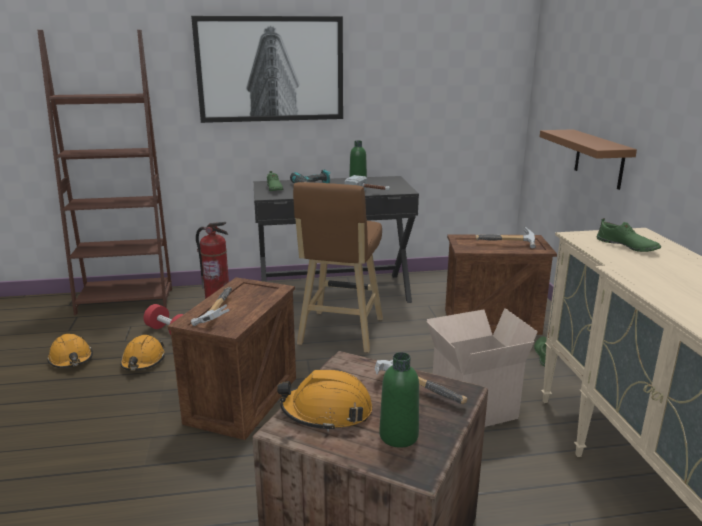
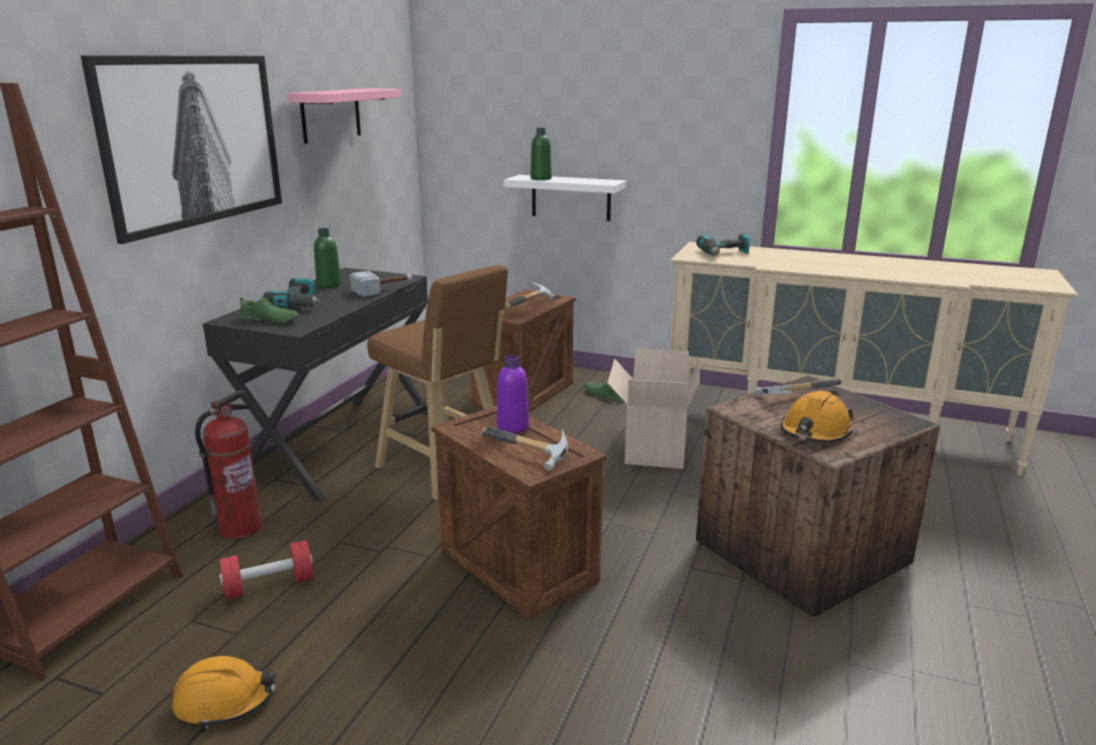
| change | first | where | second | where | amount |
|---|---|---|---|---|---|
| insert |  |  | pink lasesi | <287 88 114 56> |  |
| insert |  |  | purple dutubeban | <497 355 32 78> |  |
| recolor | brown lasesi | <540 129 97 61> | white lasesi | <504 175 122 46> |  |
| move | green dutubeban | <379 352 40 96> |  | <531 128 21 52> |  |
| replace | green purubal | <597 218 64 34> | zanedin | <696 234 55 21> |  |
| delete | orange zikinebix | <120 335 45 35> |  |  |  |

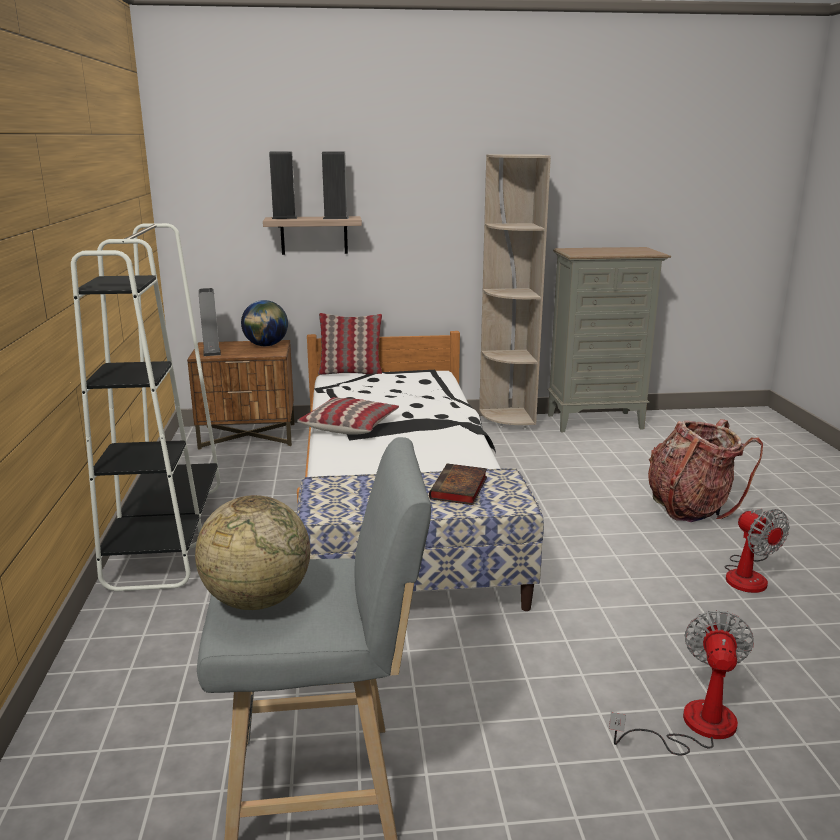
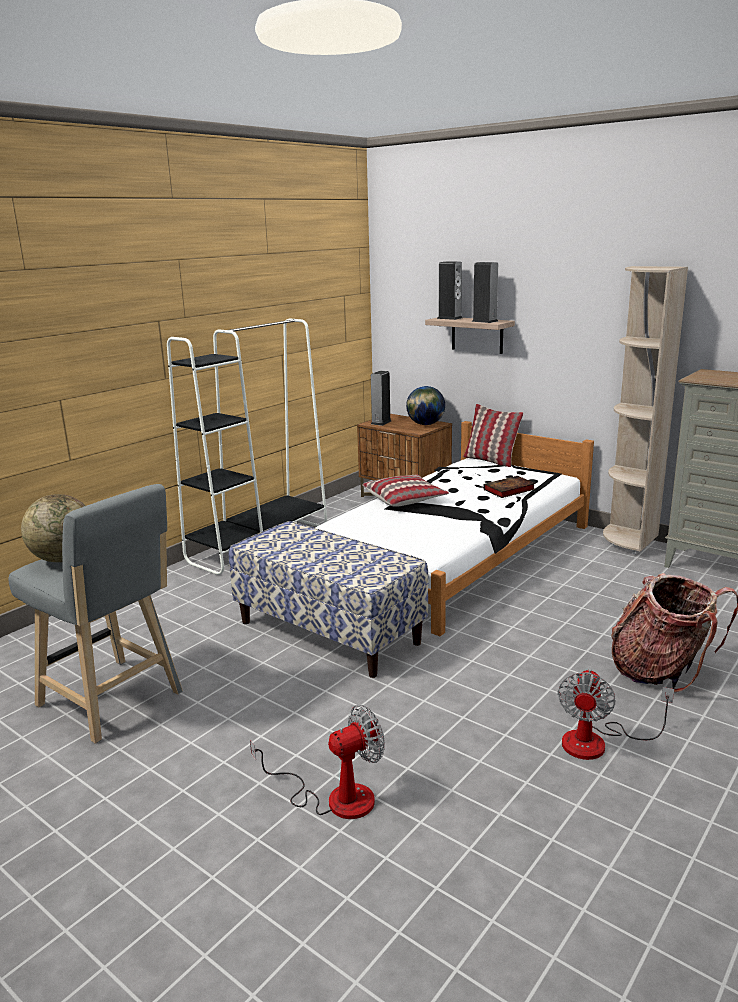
| change | first | where | second | where | amount |
|---|---|---|---|---|---|
| move | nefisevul | <429 463 58 42> |  | <483 476 53 22> |  |

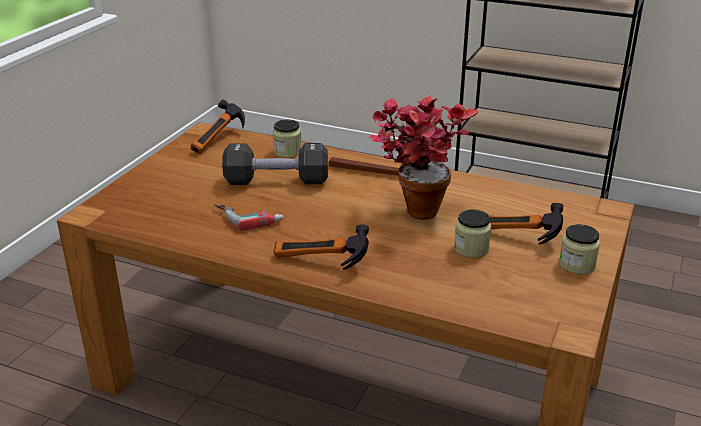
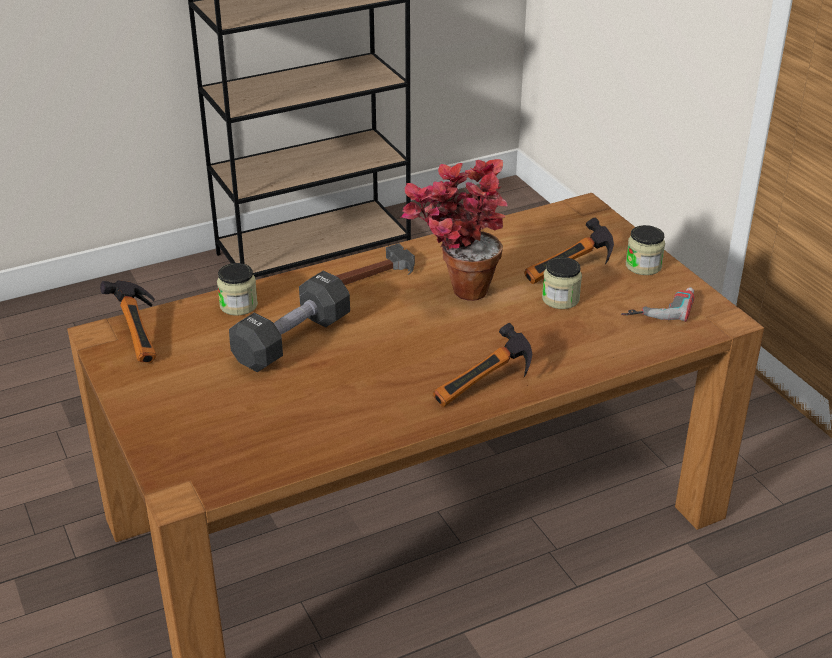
| change | first | where | second | where | amount |
|---|---|---|---|---|---|
| move | zanedin | <214 204 70 27> |  | <621 287 73 35> |  |

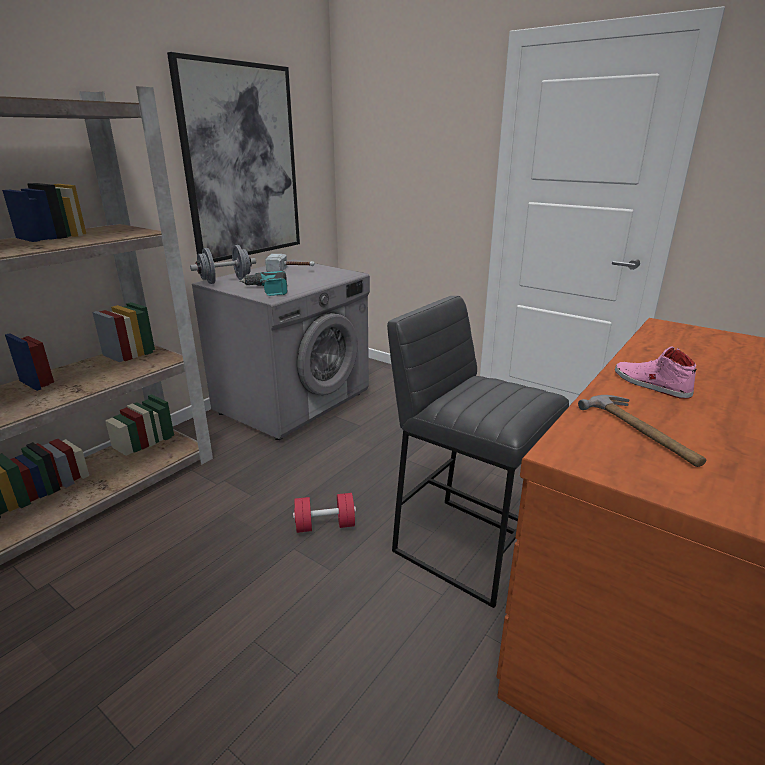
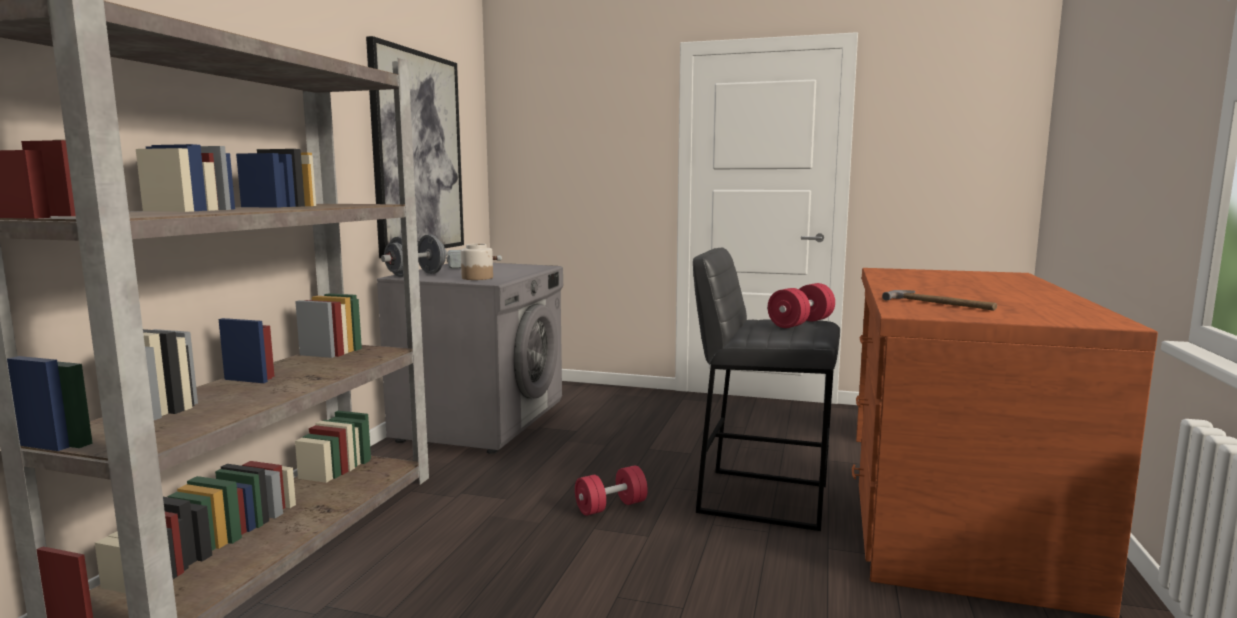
| change | first | where | second | where | amount |
|---|---|---|---|---|---|
| replace | zanedin | <239 271 48 25> | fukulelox | <461 244 32 36> |  |
| insert |  |  | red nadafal | <767 283 68 45> |  |
| delete | pink purubal | <615 346 82 53> |  |  |  |

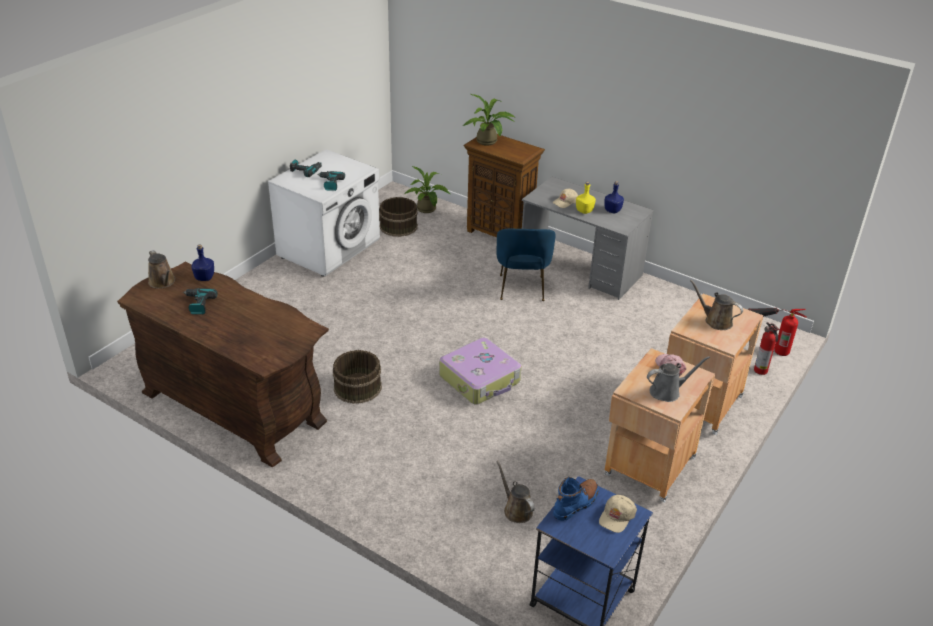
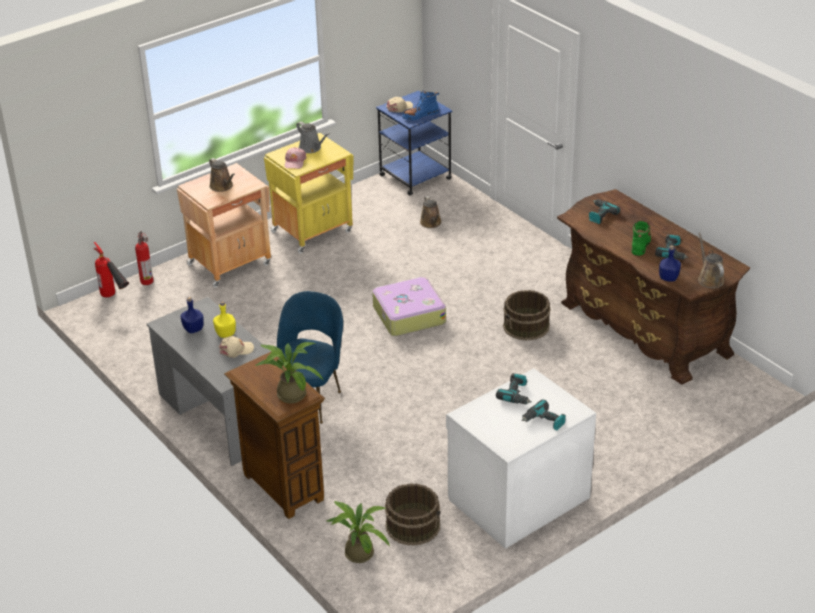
| change | first | where | second | where | amount |
|---|---|---|---|---|---|
| recolor | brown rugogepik | <604 348 111 155> | yellow rugogepik | <264 133 90 120> |  |
| rotate | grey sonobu | <647 356 63 46> |  | <296 122 33 31> | 135 degrees counterclockwise |
| insert |  |  | zanedin | <589 199 31 25> |  |
| insert |  |  | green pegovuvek | <632 221 19 35> |  |

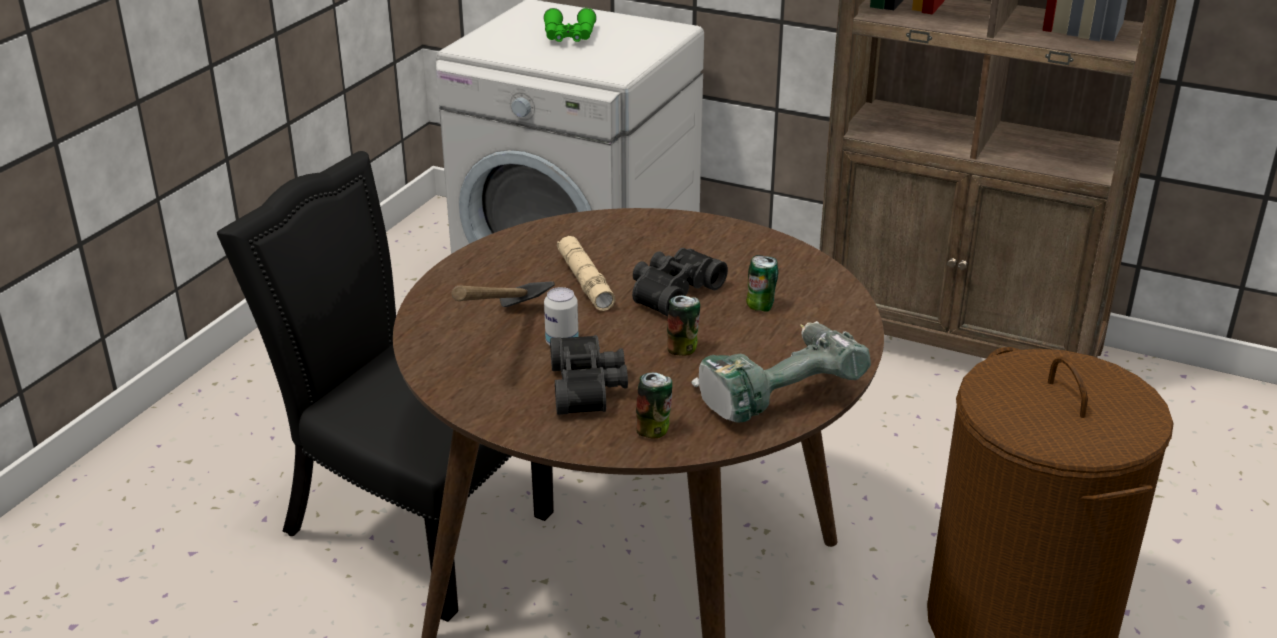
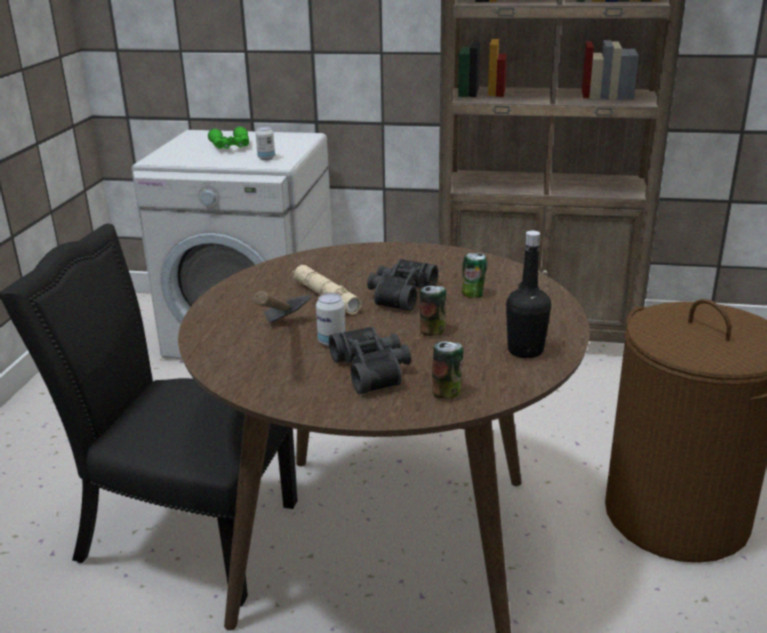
| change | first | where | second | where | amount |
|---|---|---|---|---|---|
| insert |  |  | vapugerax | <256 127 19 33> |  |
| replace | zanedin | <691 321 180 102> | black dutubeban | <506 231 45 127> |  |

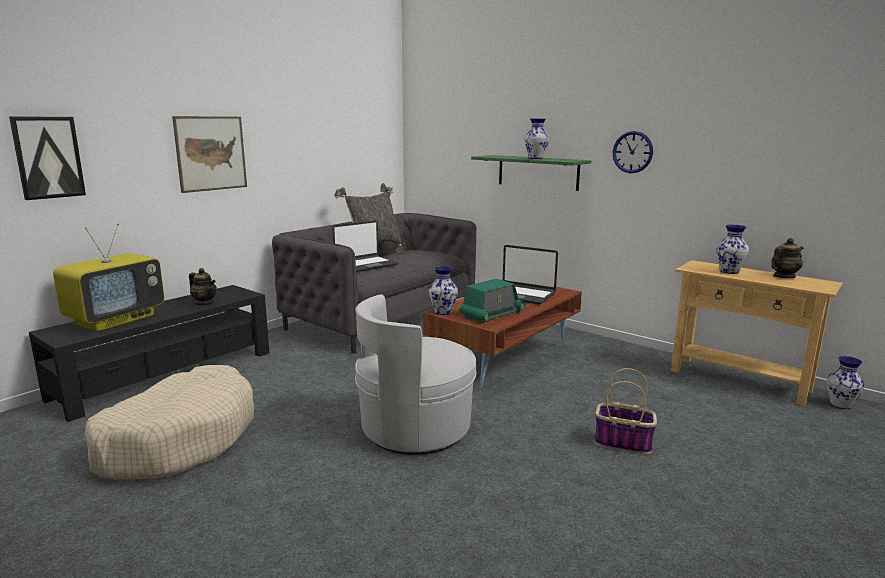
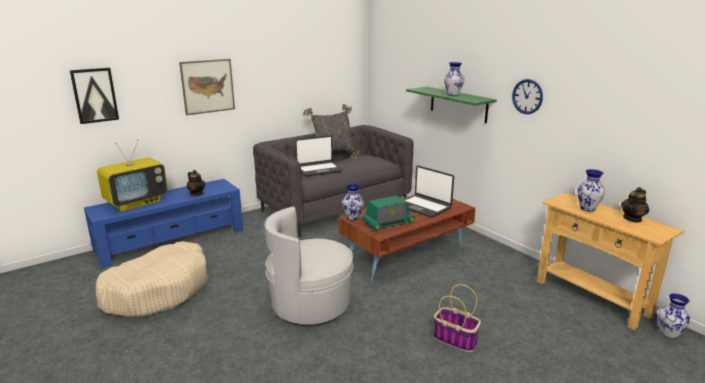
| change | first | where | second | where | amount |
|---|---|---|---|---|---|
| recolor | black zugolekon | <29 285 240 137> | blue zugolekon | <84 179 159 89> |  |
| rotate | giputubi | <771 238 33 40> |  | <621 187 28 36> | 150 degrees clockwise |

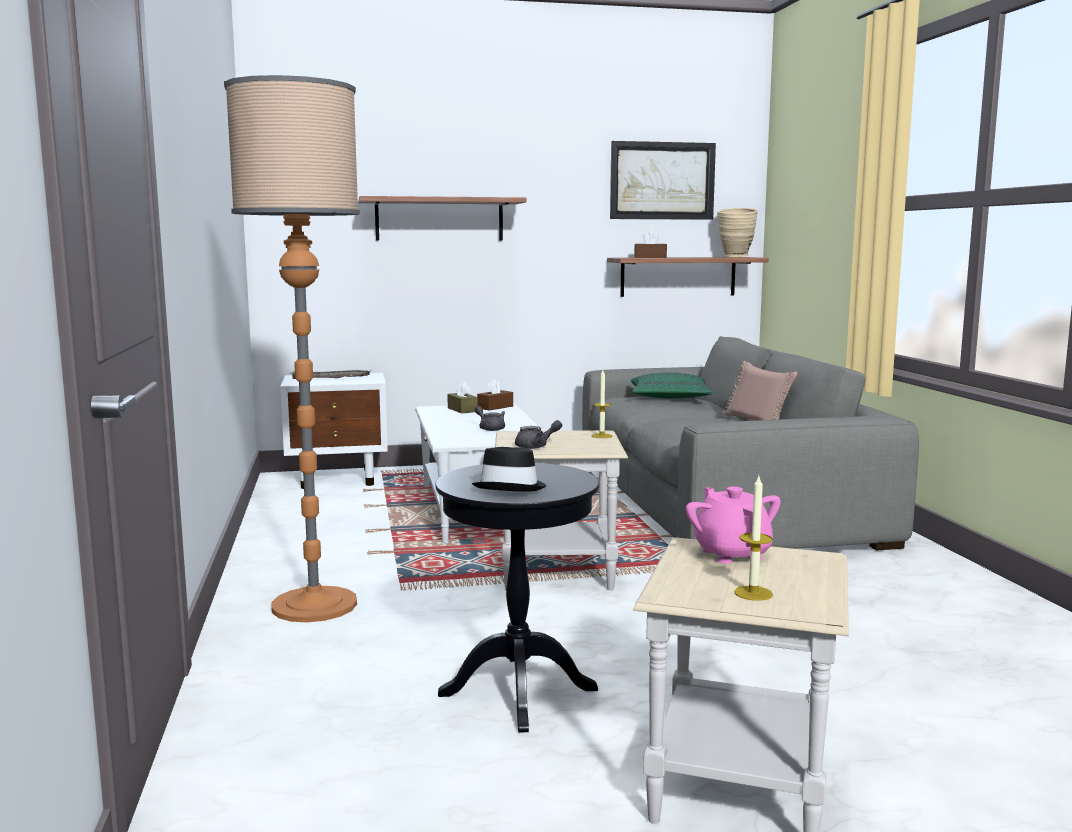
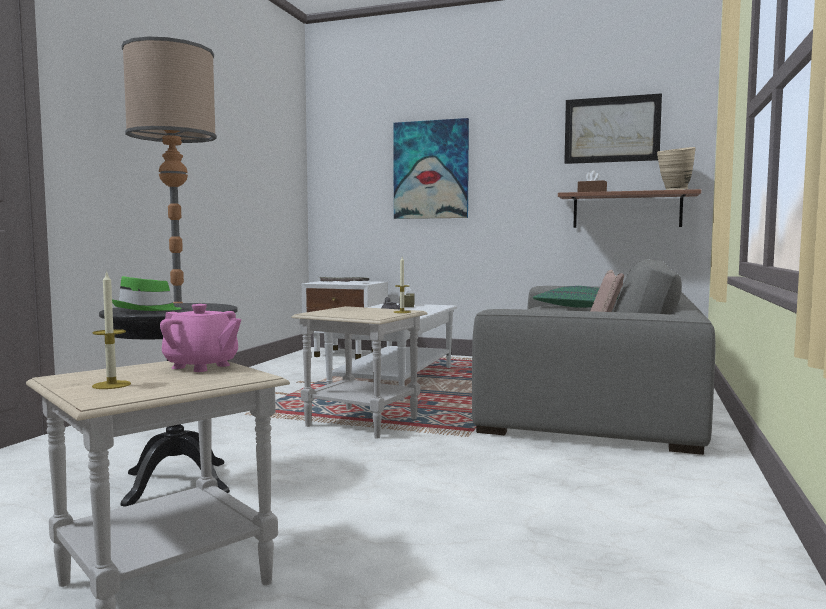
| change | first | where | second | where | amount |
|---|---|---|---|---|---|
| recolor | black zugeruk | <472 447 75 45> | green zugeruk | <112 276 70 35> |  |
| rotate | pink giputubi | <686 486 95 78> |  | <160 304 81 68> | 105 degrees clockwise |
| replace | lasesi | <359 196 167 45> | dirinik | <393 118 76 101> |  |
| delete | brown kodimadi | <477 379 36 32> |  |  |  |
| delete | grey giputubi | <515 420 47 29> |  |  |  |

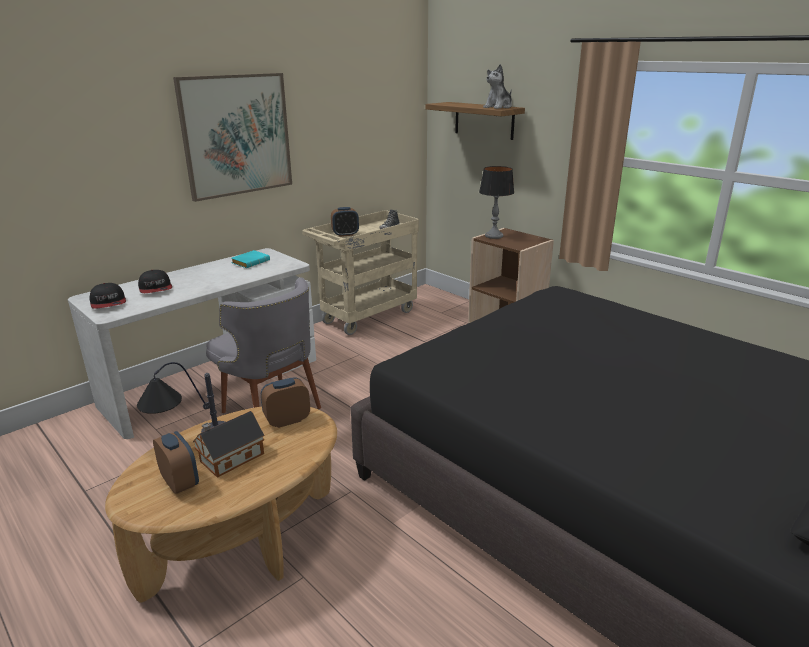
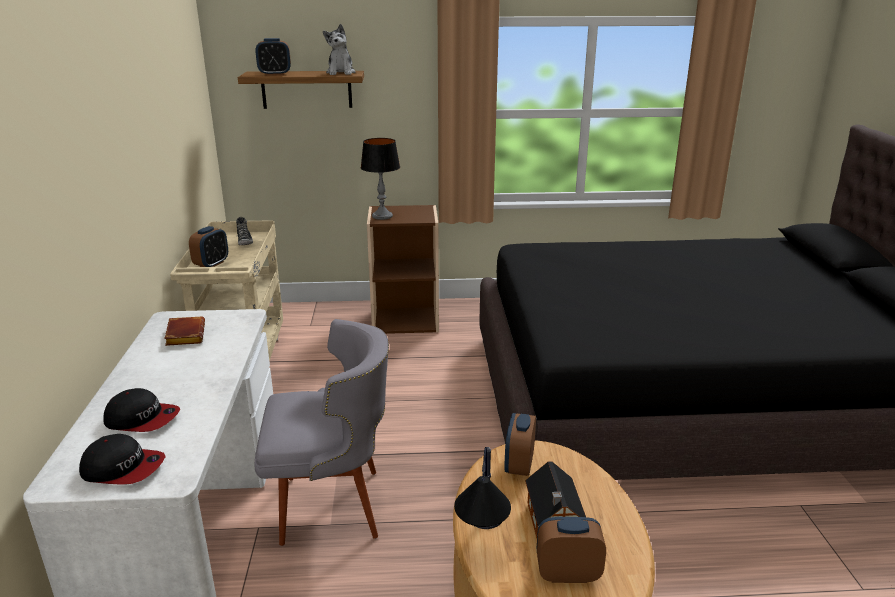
| change | first | where | second | where | amount |
|---|---|---|---|---|---|
| recolor | turquoise nefisevul | <231 250 39 18> | brown nefisevul | <164 317 41 29> |  |
| insert |  |  | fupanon | <256 38 35 38> |  |
| delete | dirinik | <173 73 119 129> |  |  |  |

